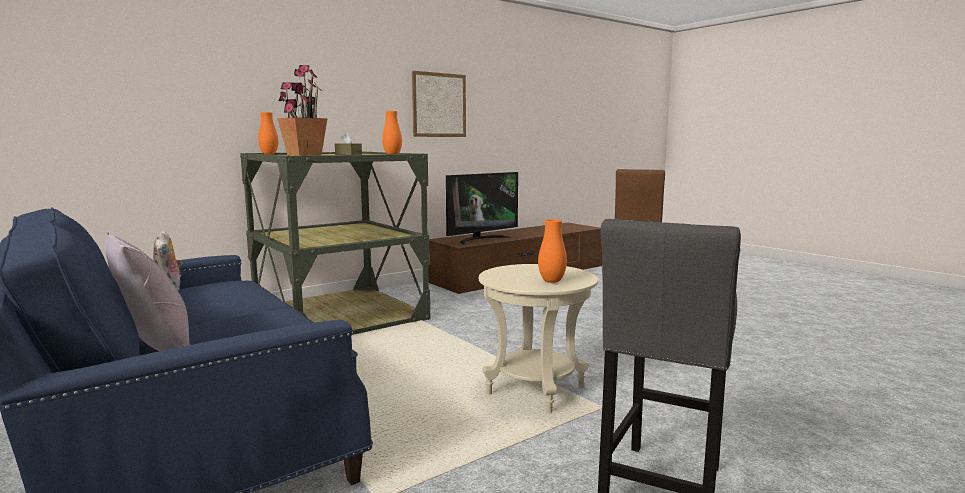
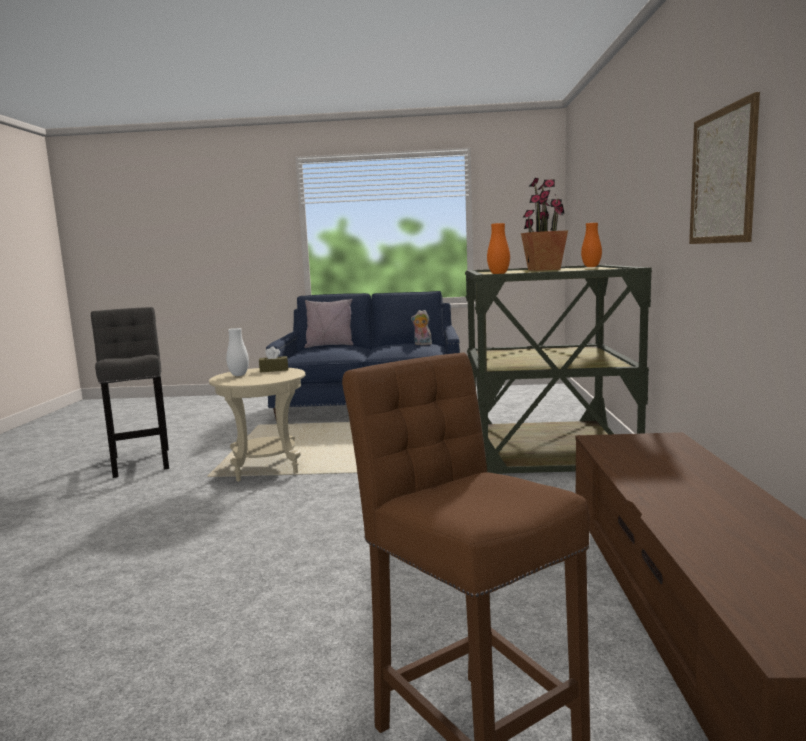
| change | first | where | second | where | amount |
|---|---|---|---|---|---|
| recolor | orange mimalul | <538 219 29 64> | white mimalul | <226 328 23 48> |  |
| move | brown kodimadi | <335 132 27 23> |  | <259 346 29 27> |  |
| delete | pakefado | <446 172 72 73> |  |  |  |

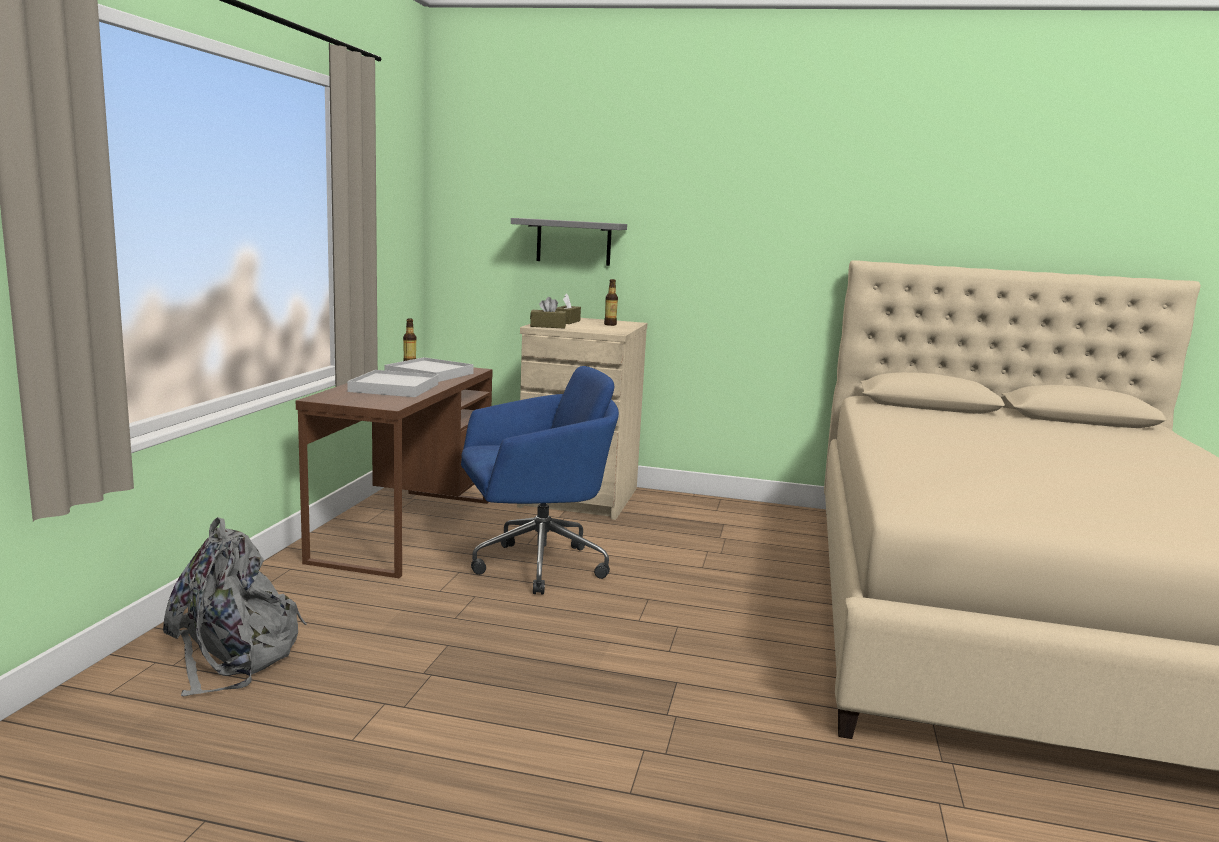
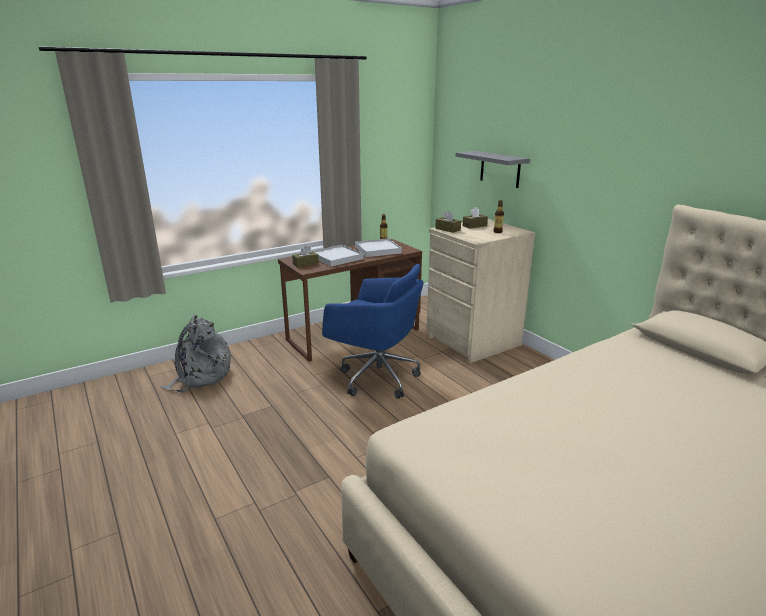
| change | first | where | second | where | amount |
|---|---|---|---|---|---|
| insert |  |  | brown kodimadi | <292 245 27 23> |  |

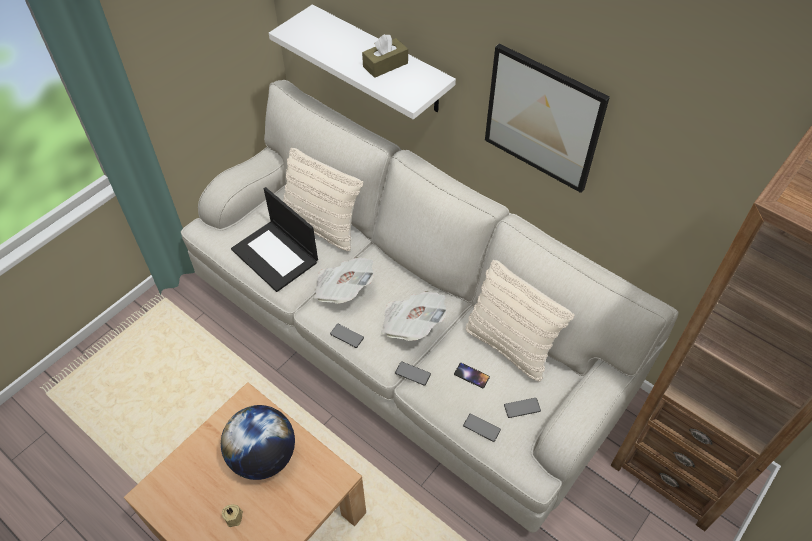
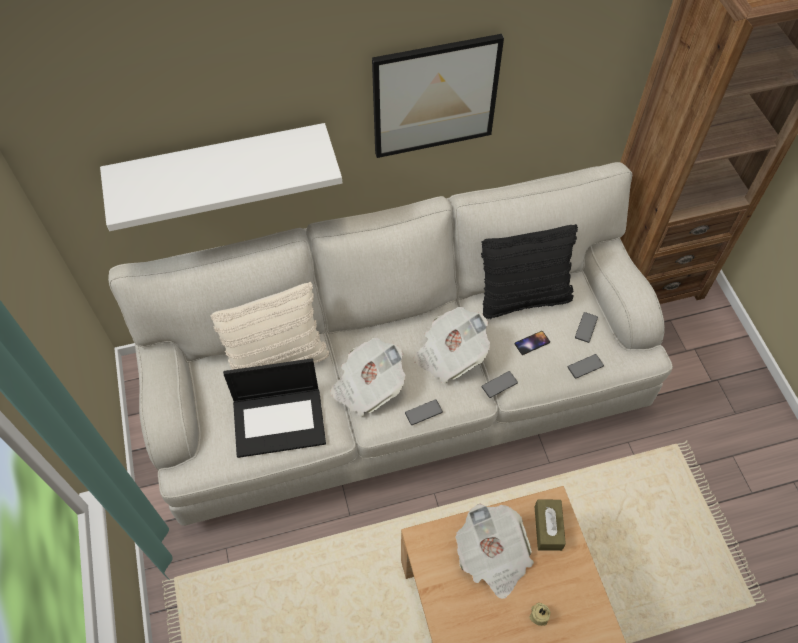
| change | first | where | second | where | amount |
|---|---|---|---|---|---|
| replace | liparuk | <221 405 74 75> | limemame | <456 504 78 95> |  |
| recolor | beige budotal | <466 260 109 122> | black budotal | <481 224 97 95> |  |
| move | brown kodimadi | <362 34 46 44> |  | <534 499 32 52> |  |

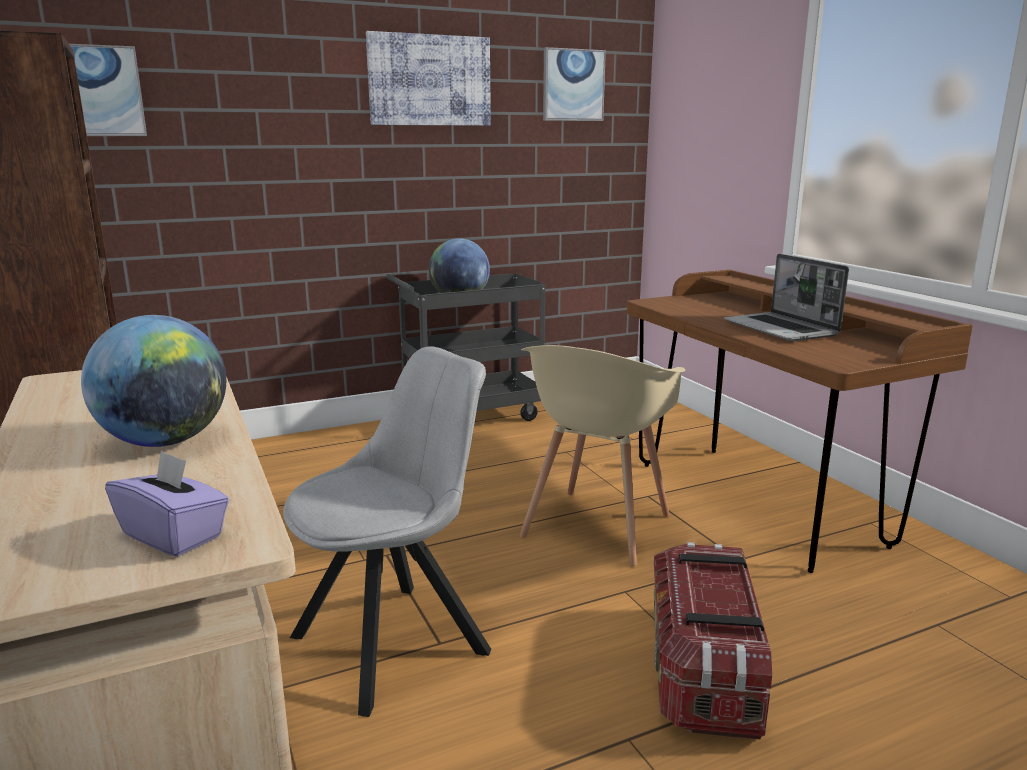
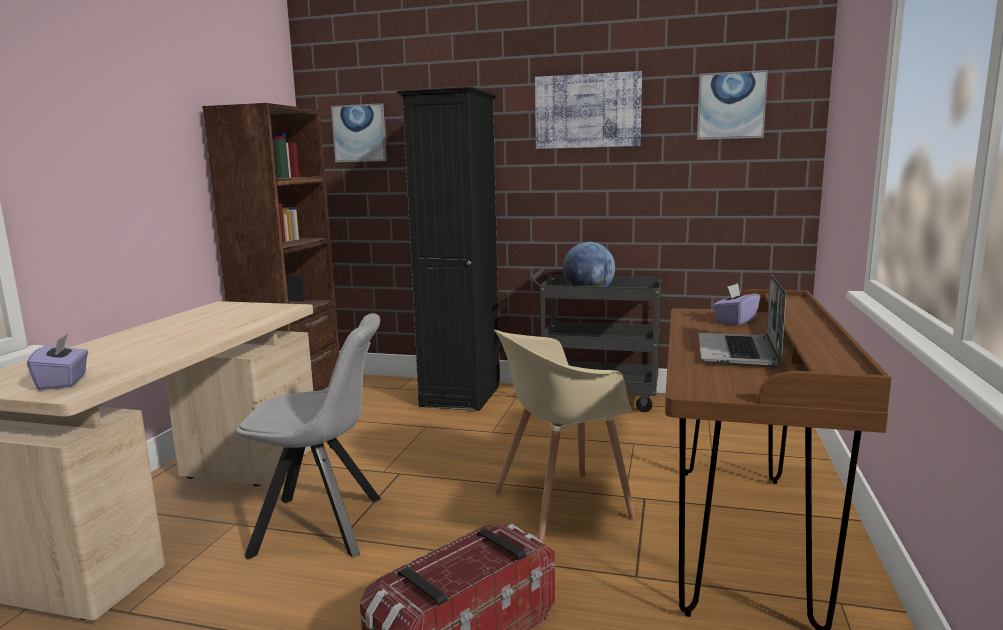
| change | first | where | second | where | amount |
|---|---|---|---|---|---|
| insert |  |  | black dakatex | <397 87 103 324> |  |
| insert |  |  | purple kodimadi | <713 283 47 43> |  |
| delete | liparuk | <81 315 145 132> |  |  |  |

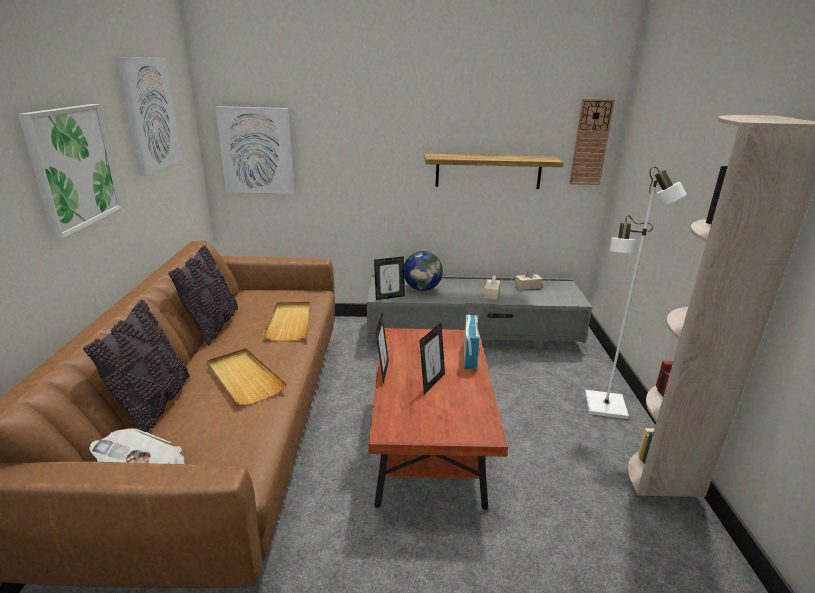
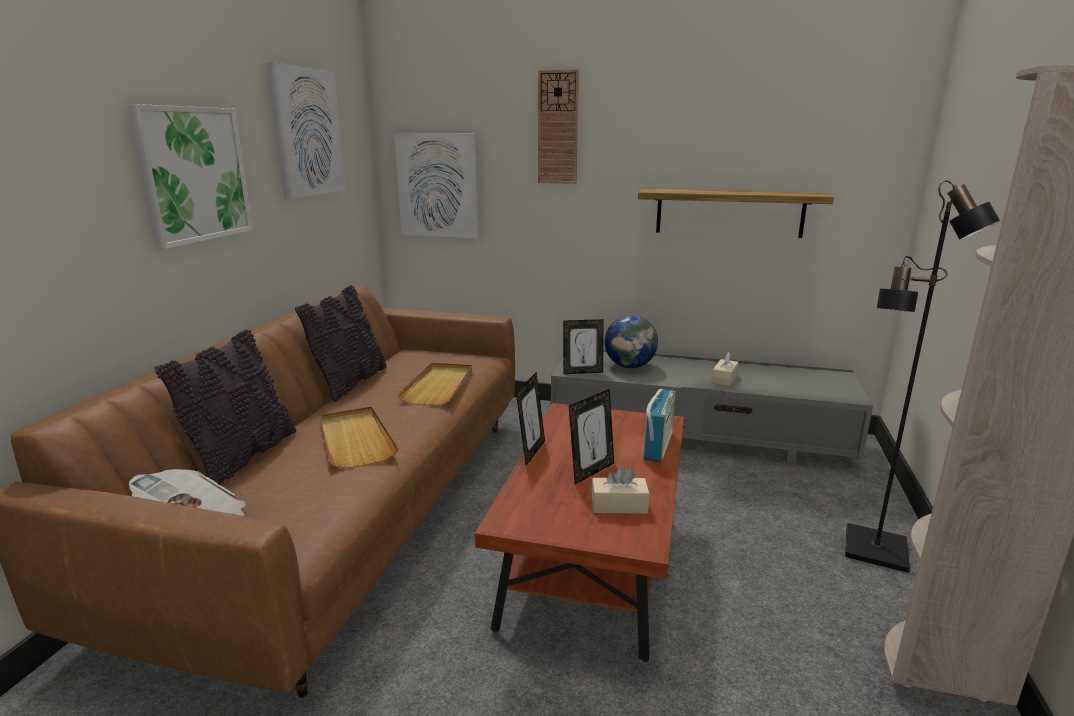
| change | first | where | second | where | amount |
|---|---|---|---|---|---|
| move | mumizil | <569 99 46 86> |  | <538 69 41 115> |  |
| move | beige kodimadi | <515 268 27 22> |  | <591 466 58 48> |  |
| recolor | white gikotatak | <585 166 102 253> | black gikotatak | <845 180 155 393> |  |

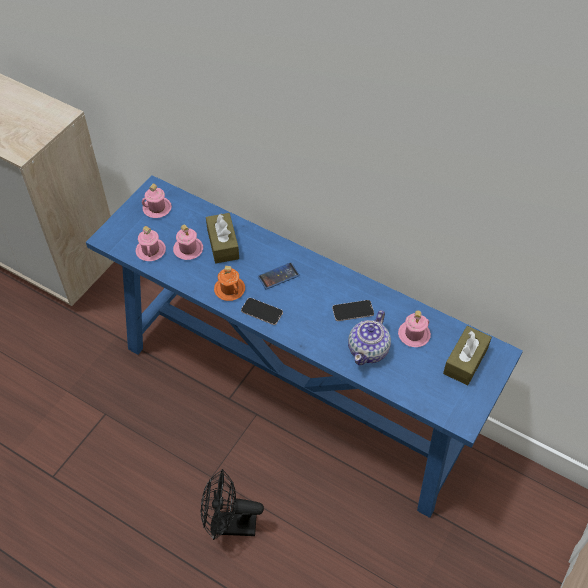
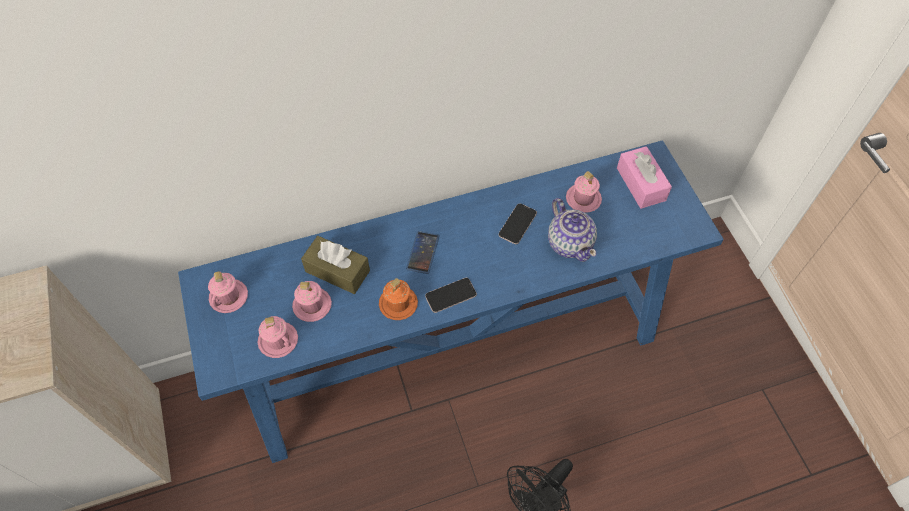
| change | first | where | second | where | amount |
|---|---|---|---|---|---|
| recolor | brown kodimadi | <443 326 49 59> | pink kodimadi | <617 146 55 63> |  |

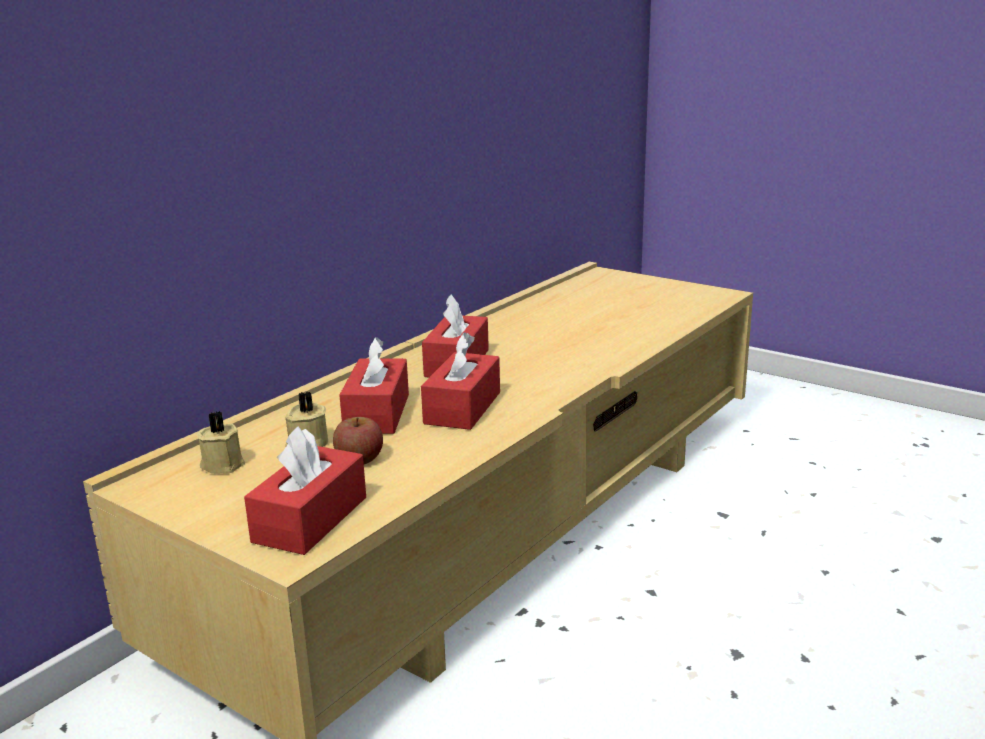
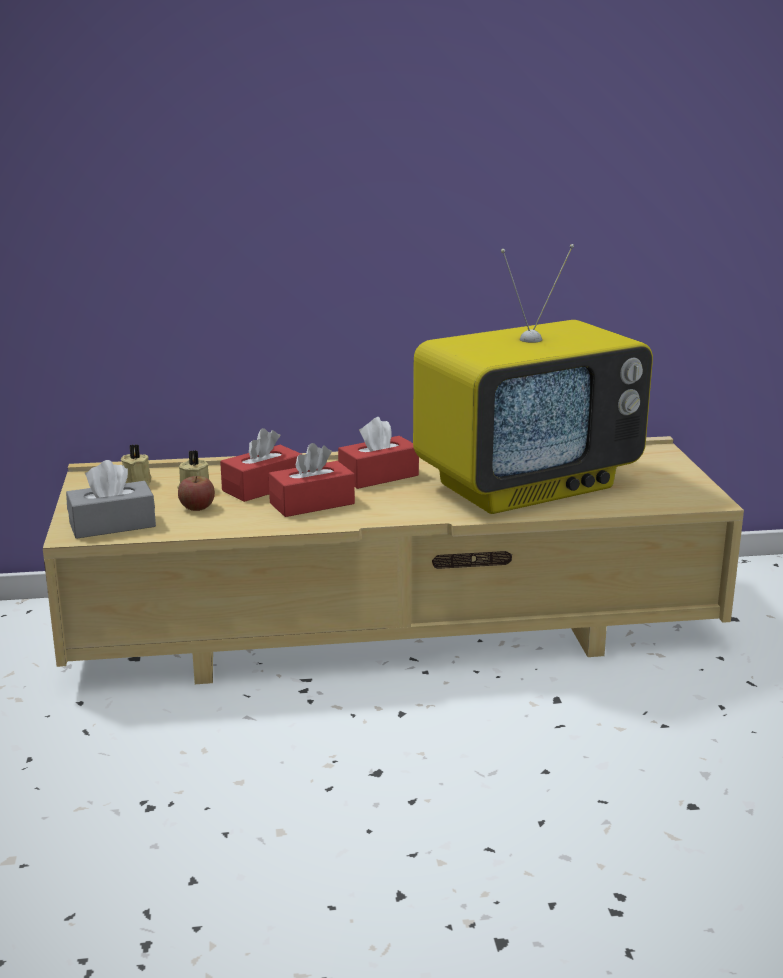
| change | first | where | second | where | amount |
|---|---|---|---|---|---|
| recolor | red kodimadi | <244 426 122 129> | grey kodimadi | <66 460 90 79> |  |
| insert |  |  | pakefado | <413 244 240 270> |  |

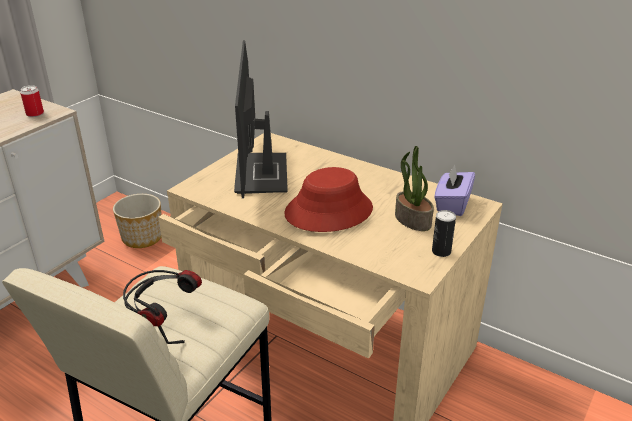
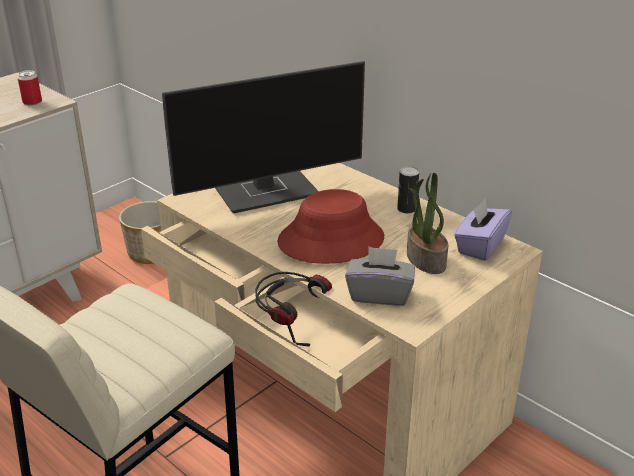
| change | first | where | second | where | amount |
|---|---|---|---|---|---|
| rotate | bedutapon | <234 40 54 158> |  | <162 61 203 152> | 120 degrees counterclockwise |
| move | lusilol | <123 270 79 74> |  | <255 272 77 75> |  |
| insert |  |  | grey kodimadi | <345 246 70 60> |  |
| move | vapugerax | <432 210 24 47> |  | <397 166 22 48> |  |

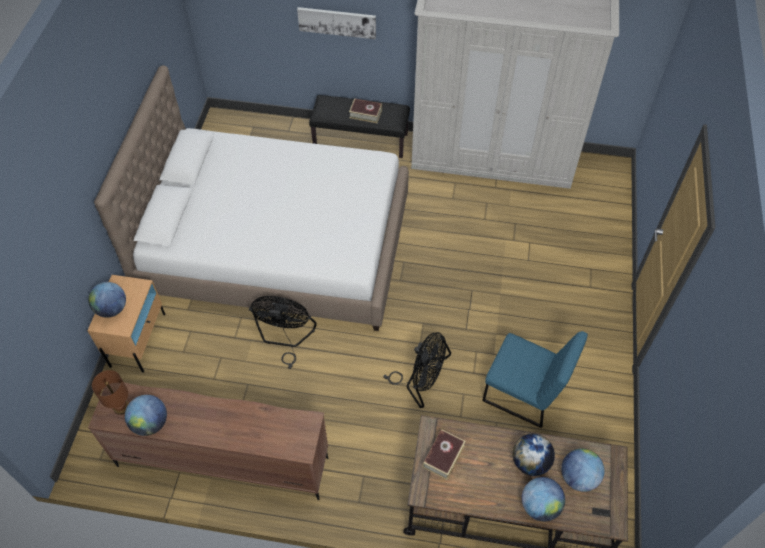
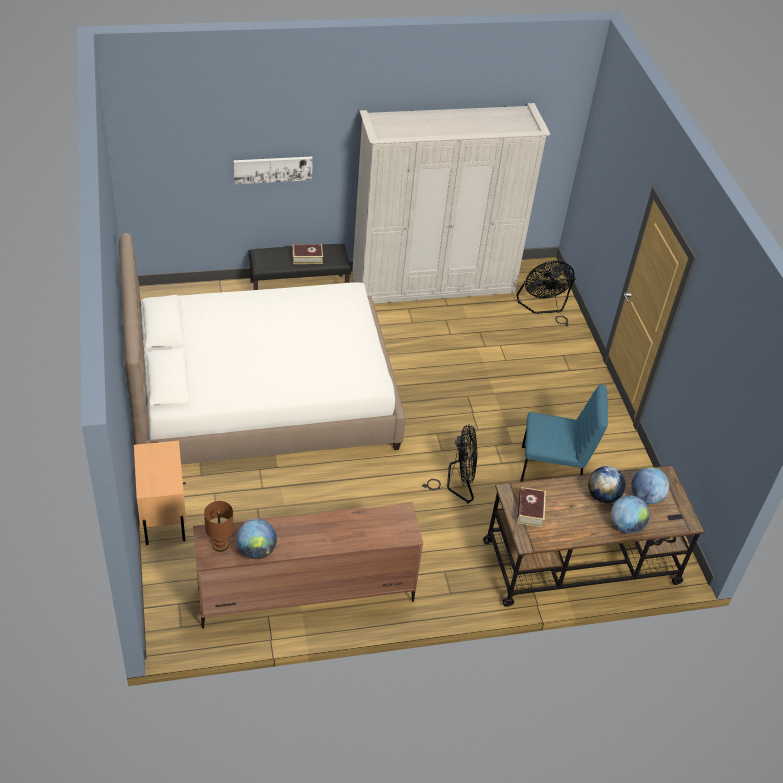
| change | first | where | second | where | amount |
|---|---|---|---|---|---|
| move | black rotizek | <249 296 68 73> |  | <517 261 59 66> |  |
| delete | liparuk | <88 282 38 36> |  |  |  |

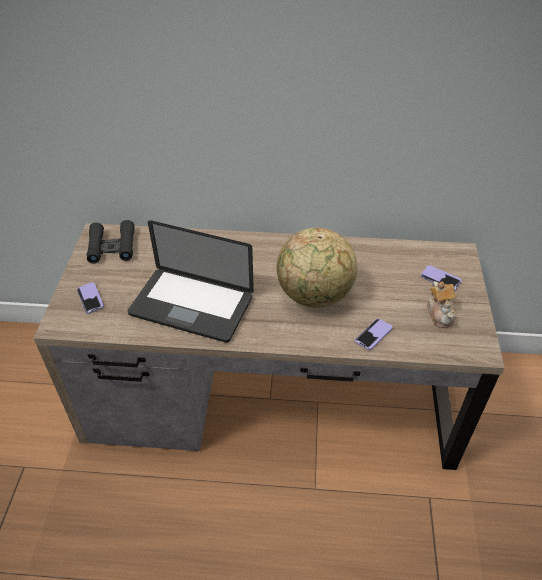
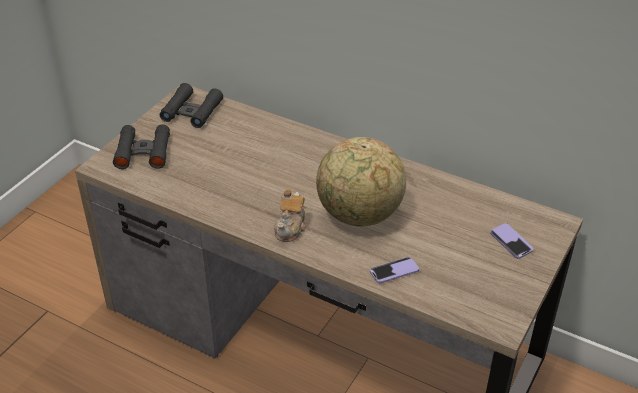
| change | first | where | second | where | amount |
|---|---|---|---|---|---|
| replace | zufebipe | <77 282 27 32> | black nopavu | <113 124 57 45> |  |
| move | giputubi | <427 281 29 47> |  | <274 189 33 53> |  |
| delete | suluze | <128 220 126 123> |  |  |  |

